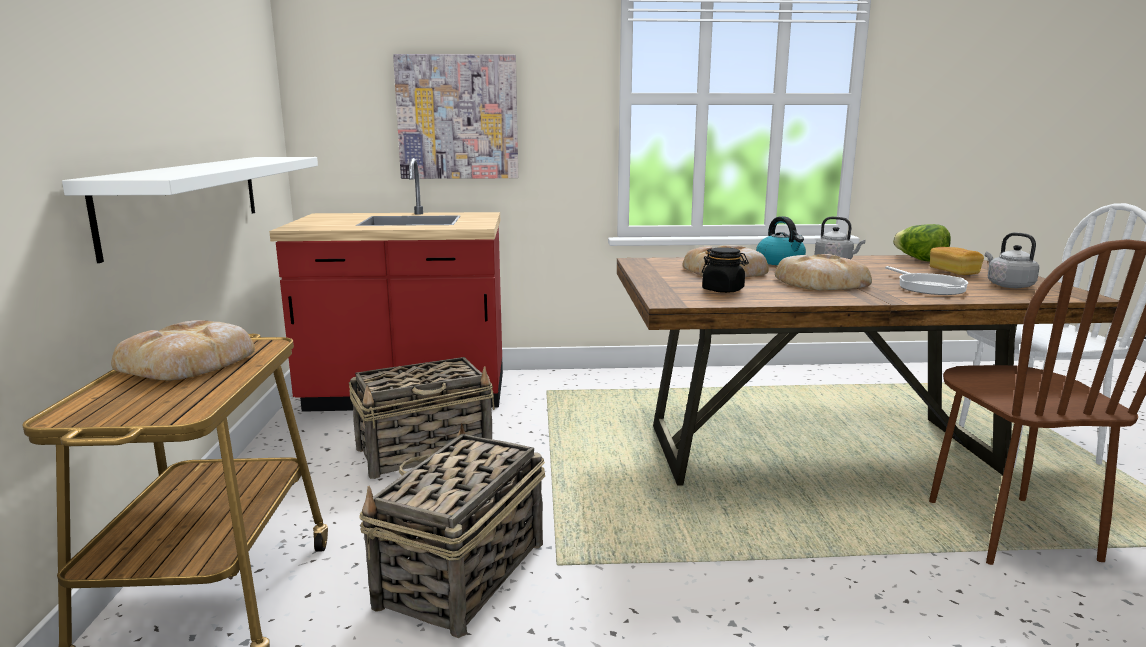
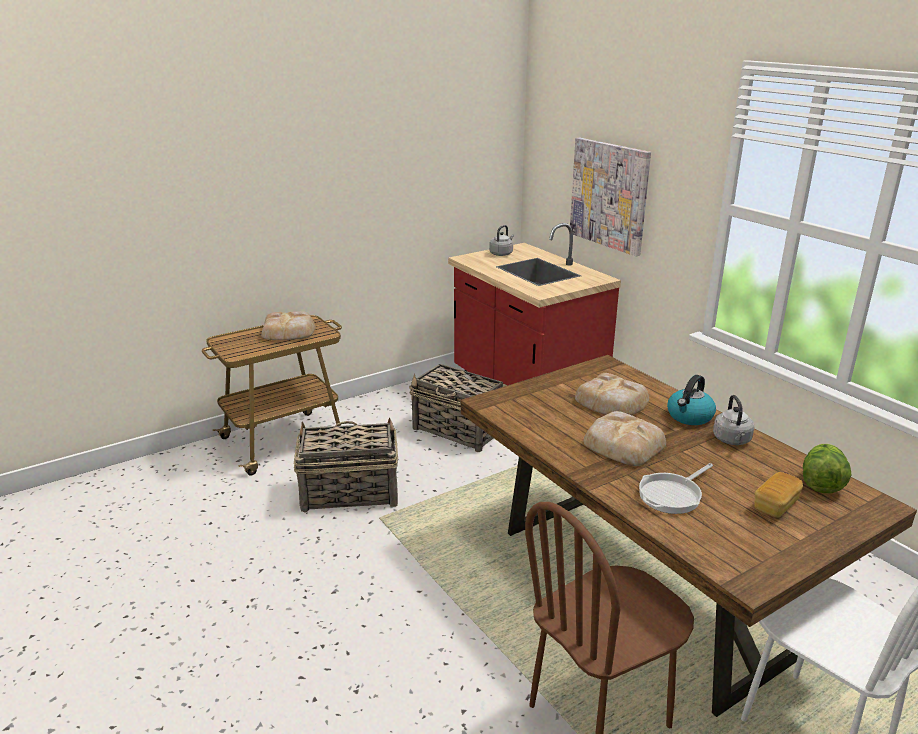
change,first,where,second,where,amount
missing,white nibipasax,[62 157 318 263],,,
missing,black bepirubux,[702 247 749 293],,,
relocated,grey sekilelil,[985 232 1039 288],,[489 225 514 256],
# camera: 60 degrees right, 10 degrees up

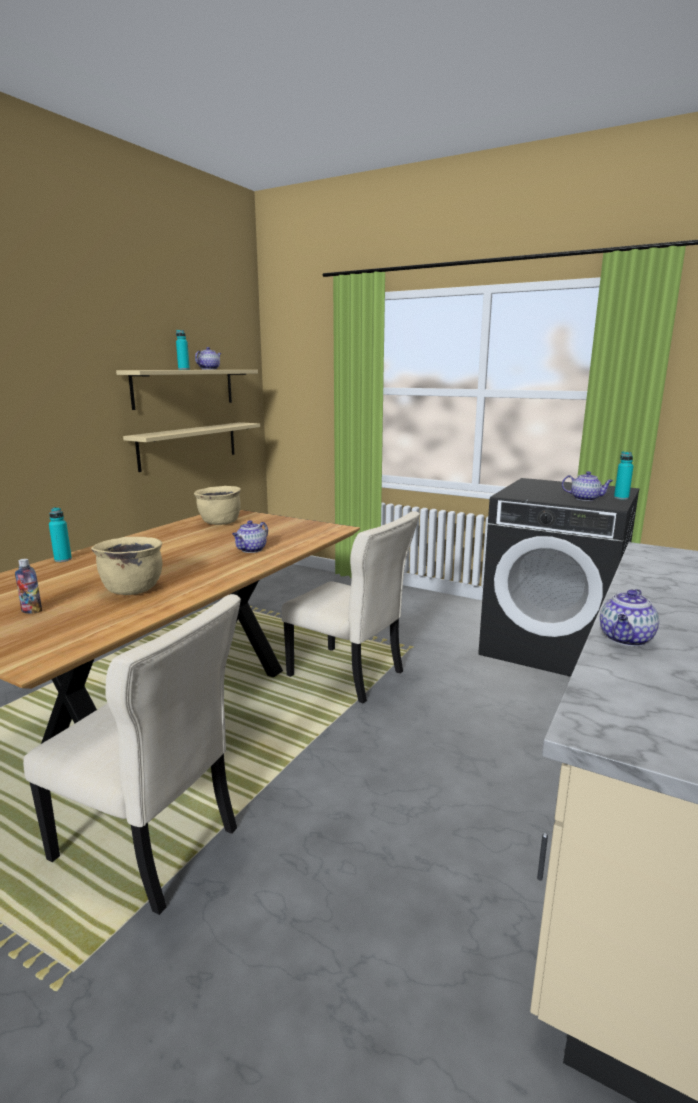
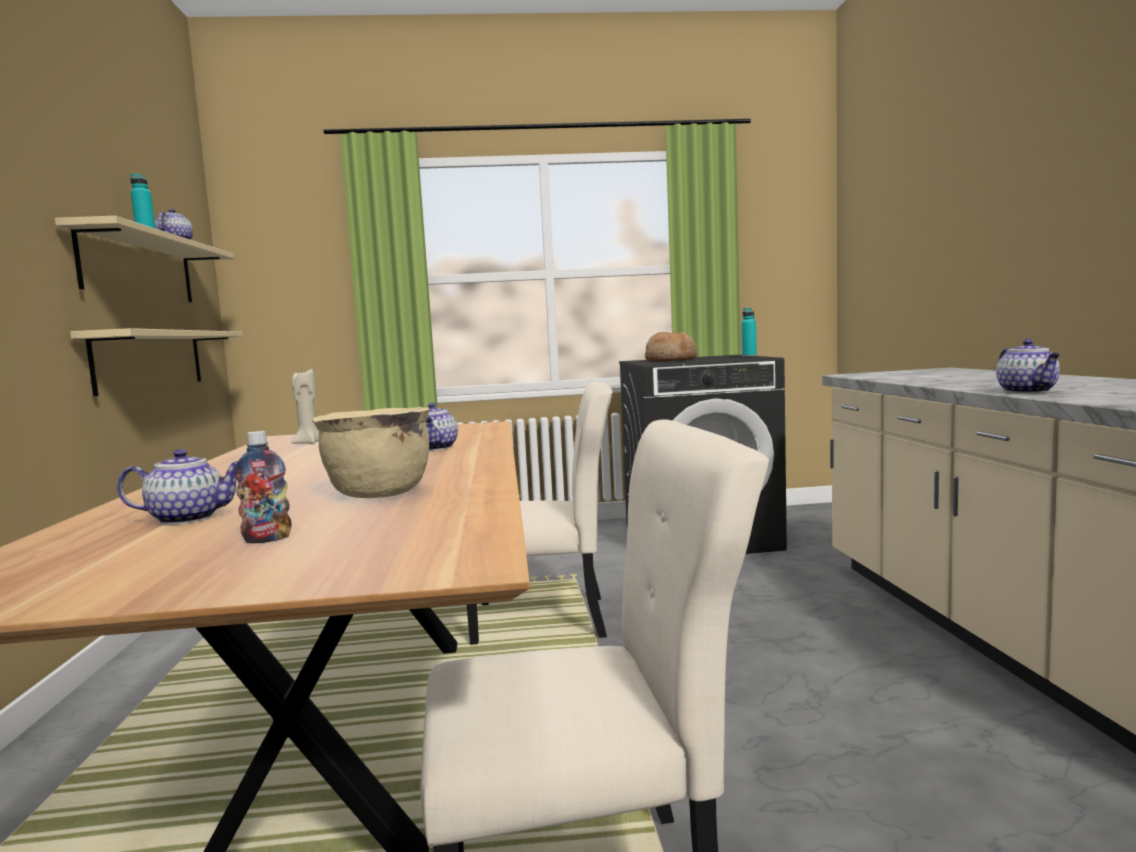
change,first,where,second,where,amount
missing,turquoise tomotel,[49 507 72 562],,,
appeared,,,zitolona,[645 332 698 362],
relocated,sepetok,[562 471 613 501],,[117 449 237 525],
exchanged,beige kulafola,[194 486 241 525],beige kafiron,[291 368 319 444],
# camera: 35 degrees left, 10 degrees down

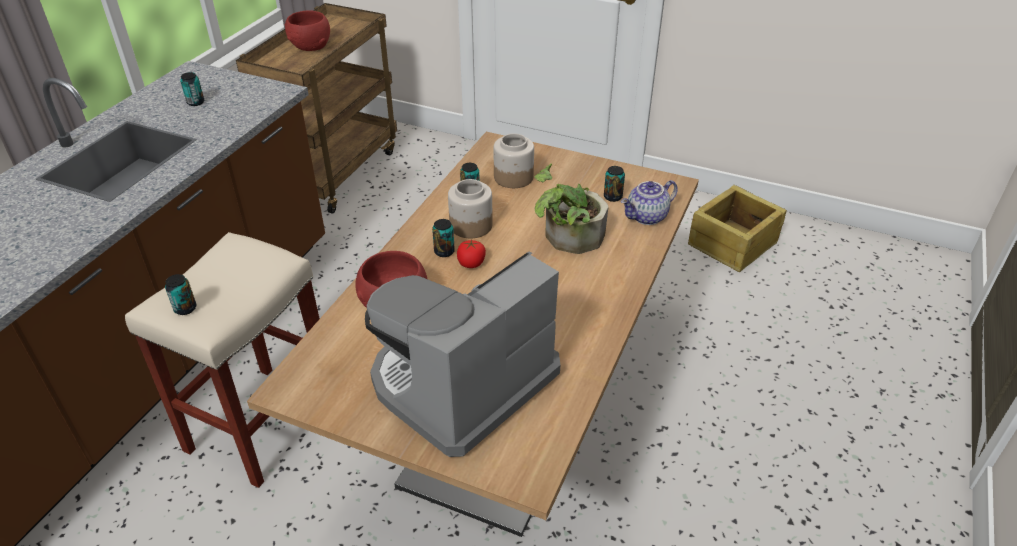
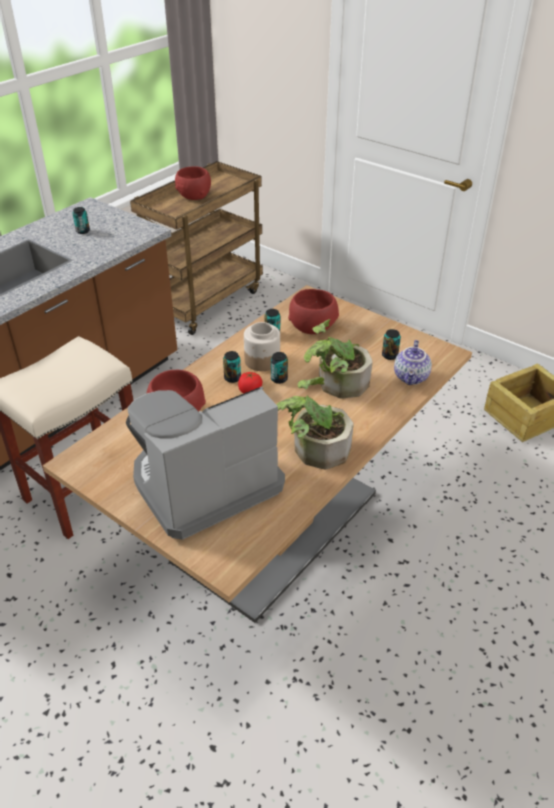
change,first,where,second,where,amount
appeared,,,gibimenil,[276 377 354 469],
relocated,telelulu,[165 274 196 315],,[271 352 288 384],
exchanged,bepirubux,[494 133 534 188],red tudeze,[288 289 339 334],
spun,sepetok,[621 180 678 225],,[394 340 432 385],60 degrees counterclockwise
# camera: 15 degrees right, 0 degrees up

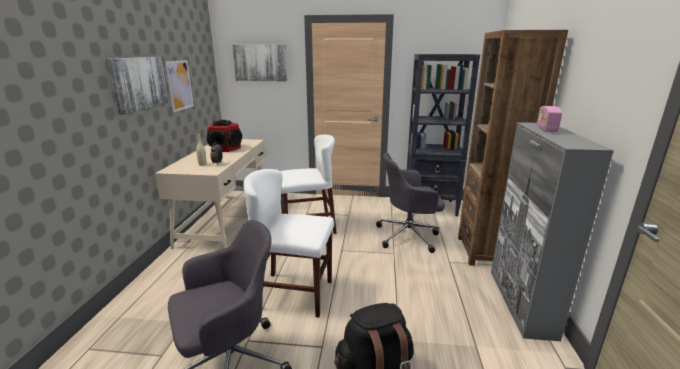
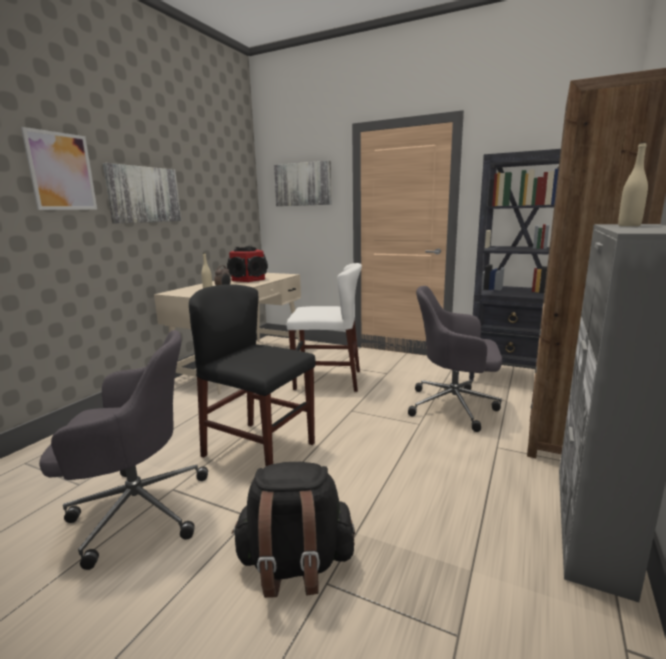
change,first,where,second,where,amount
relocated,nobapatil,[165 60 194 112],,[21 127 97 210],
exchanged,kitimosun,[537 106 562 133],beige tomotel,[618 142 648 226],
colour,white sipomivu,[243 169 334 318],black sipomivu,[189 284 316 466],
# camera: 20 degrees right, 5 degrees down

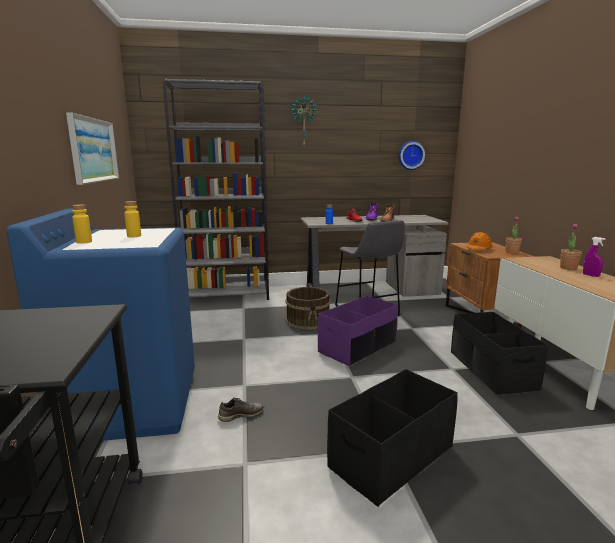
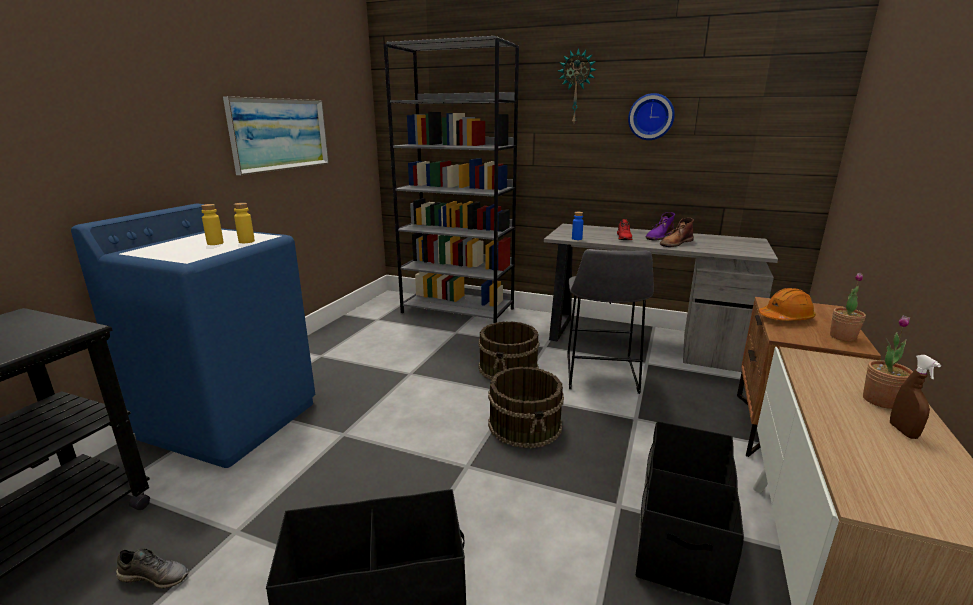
change,first,where,second,where,amount
relocated,yellow tomotel,[72 204 92 244],,[234 203 255 243],
relocated,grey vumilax,[218 397 264 422],,[116 548 189 588],
relocated,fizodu,[398 141 425 170],,[628 93 675 140],
exchanged,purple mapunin,[318 296 398 366],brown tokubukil,[488 367 564 448],
colour,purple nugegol,[583 237 606 277],brown nugegol,[890 355 941 439],
# camera: 30 degrees right, 5 degrees up

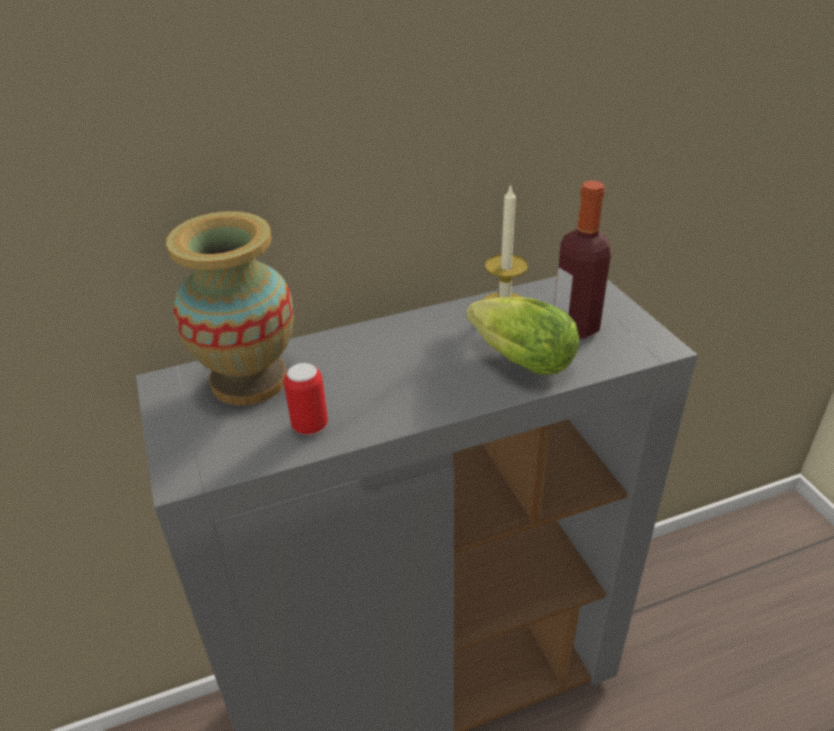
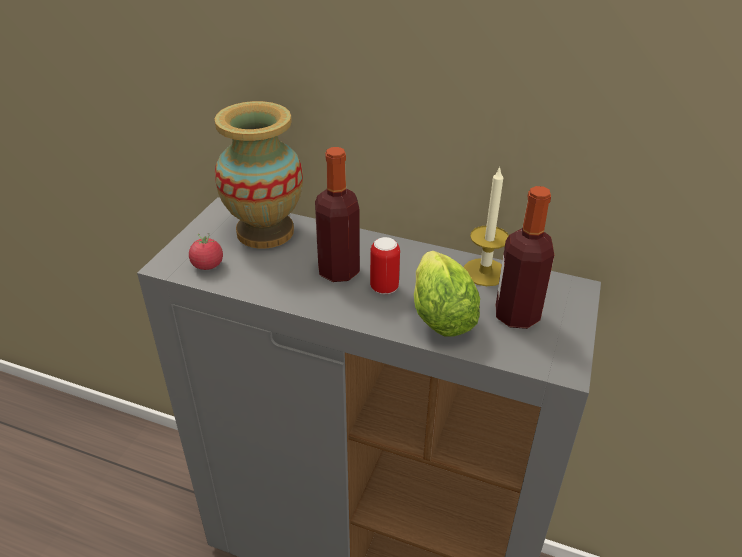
change,first,where,second,where,amount
appeared,,,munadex,[189 234 223 270],
appeared,,,tomotel,[315 147 360 282],
relocated,telelulu,[284 363 328 435],,[370 237 400 294],
# camera: 40 degrees right, 0 degrees up

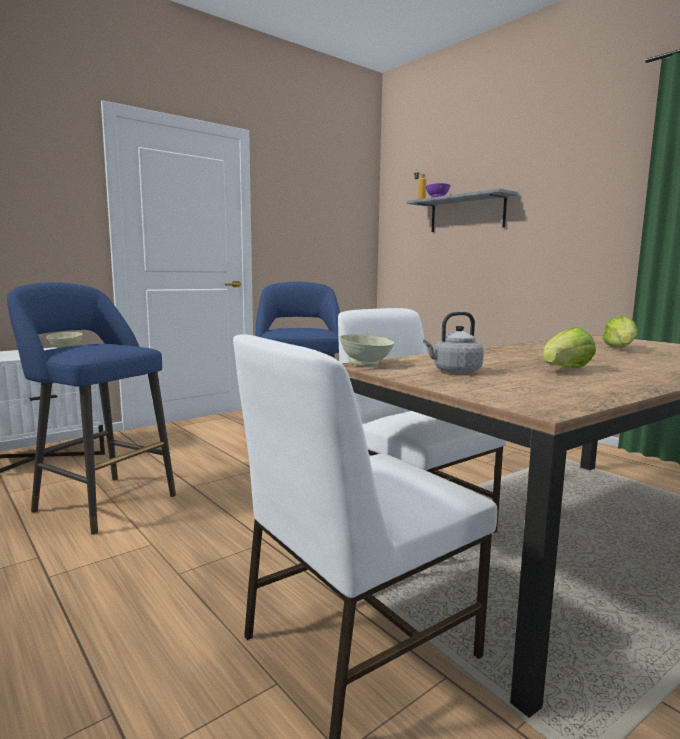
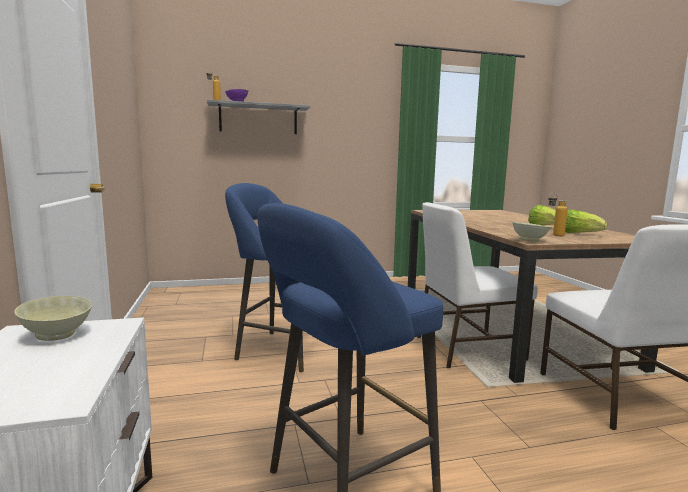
change,first,where,second,where,amount
relocated,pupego,[603 316 638 348],,[565 209 607 233],
exchanged,grey sekilelil,[423 312 484 374],tomotel,[548 193 568 236],
# camera: 65 degrees left, 0 degrees up

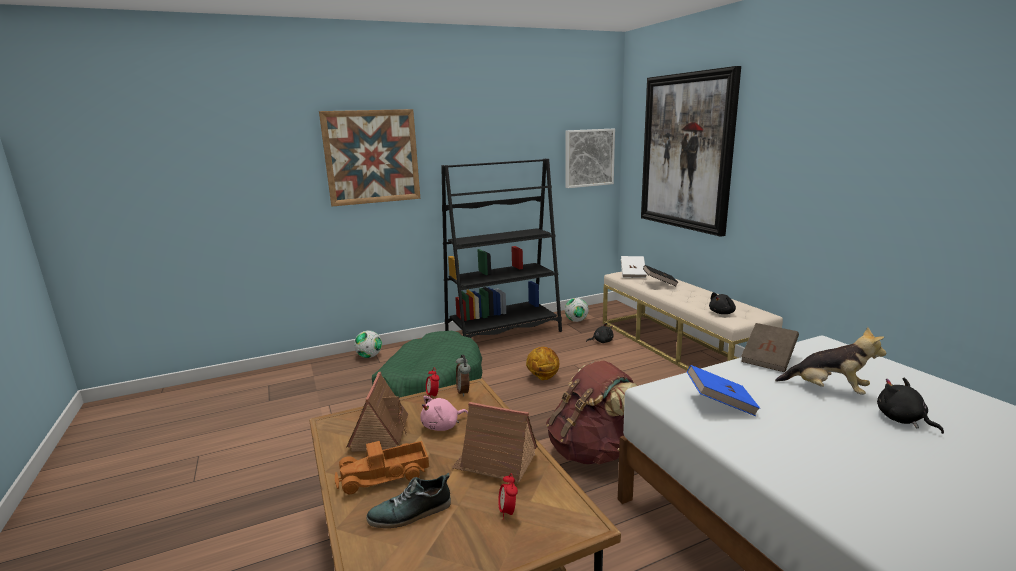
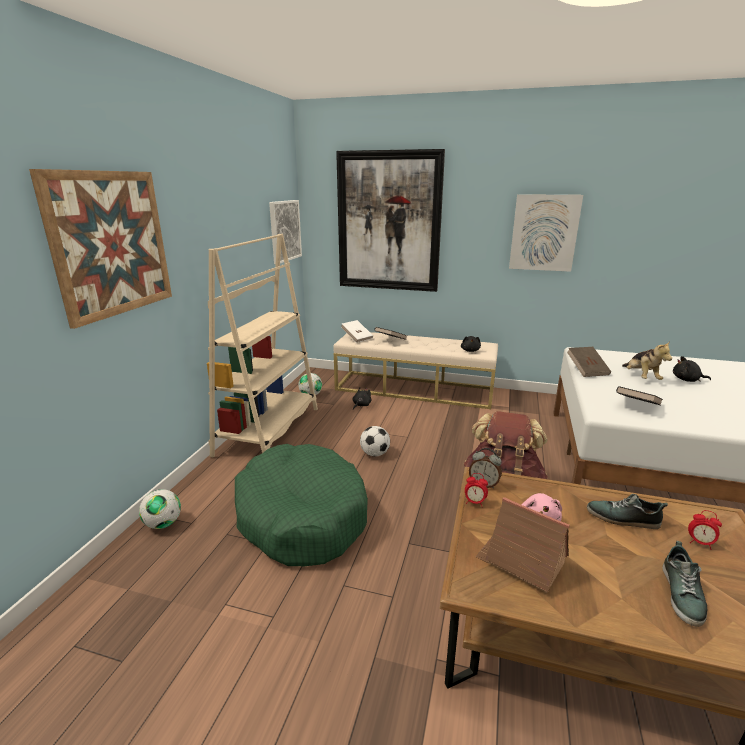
change,first,where,second,where,amount
missing,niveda,[335 441 429 494],,,
appeared,,,nobapatil,[509 194 583 272],
exchanged,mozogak,[452 402 538 484],vumilax,[587 494 668 529],
exchanged,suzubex,[526 347 559 380],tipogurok,[360 426 390 457],
colour,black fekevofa,[441 159 562 338],beige fekevofa,[207 234 318 457],
colour,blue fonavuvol,[687 365 760 416],black fonavuvol,[616 386 663 406],
spun,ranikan,[775 327 886 395],,[622 341 672 380],105 degrees clockwise
# camera: 50 degrees left, 5 degrees up

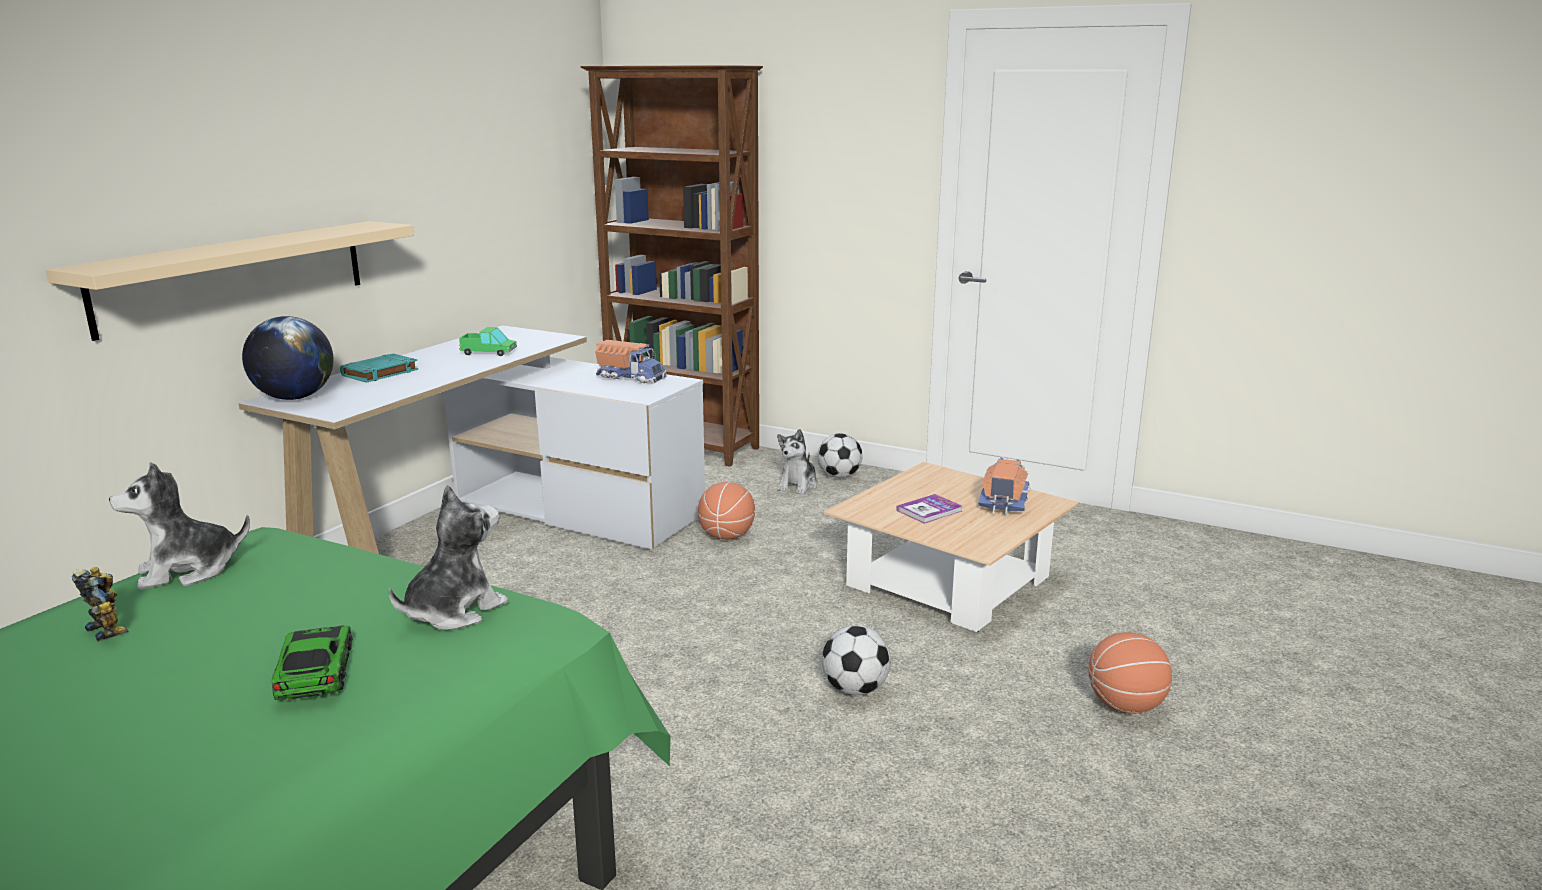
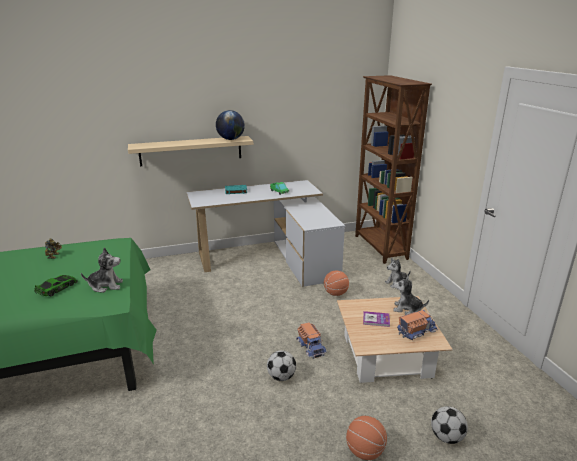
change,first,where,second,where,amount
relocated,ranikan,[109 462 250 590],,[393 276 429 315],
relocated,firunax,[242 316 334 400],,[216 110 245 140],
relocated,niveda,[595 340 667 384],,[296 322 327 359],
relocated,tipogurok,[818 433 862 478],,[431 406 468 444],
# camera: 45 degrees right, 5 degrees up

